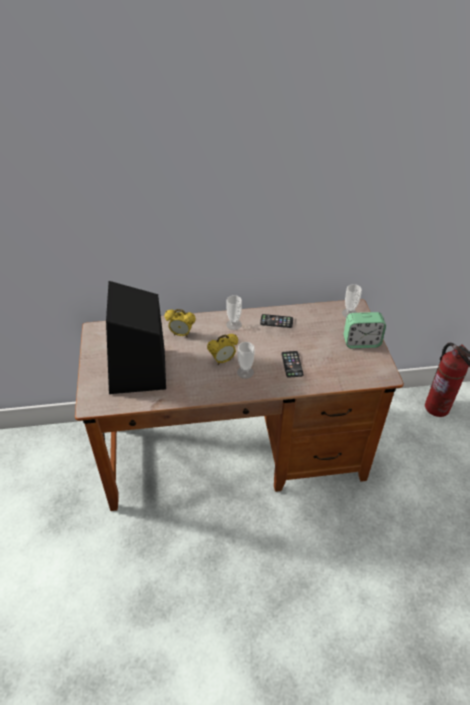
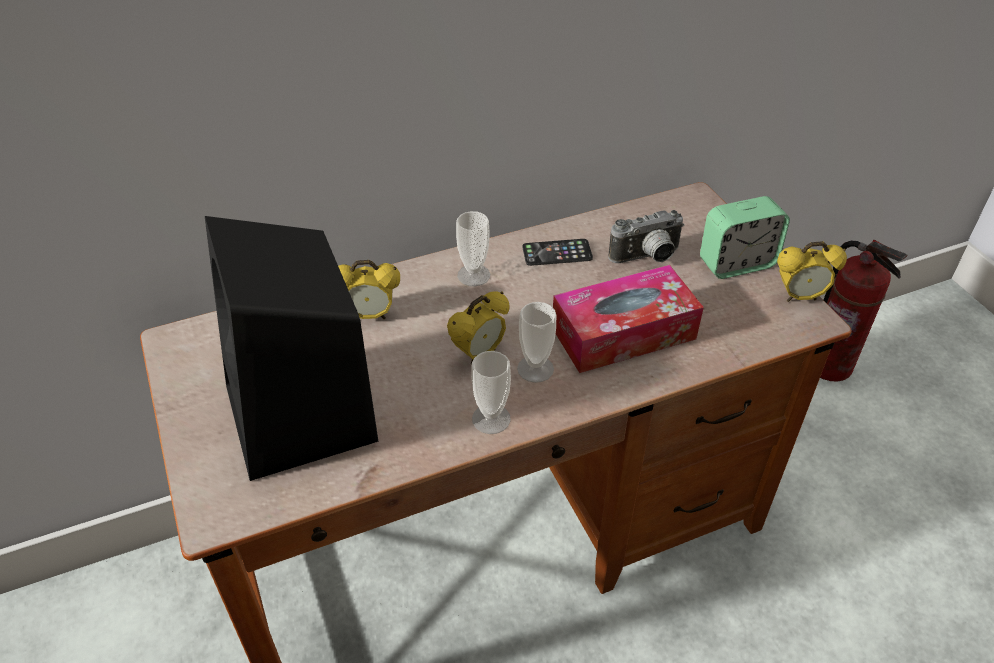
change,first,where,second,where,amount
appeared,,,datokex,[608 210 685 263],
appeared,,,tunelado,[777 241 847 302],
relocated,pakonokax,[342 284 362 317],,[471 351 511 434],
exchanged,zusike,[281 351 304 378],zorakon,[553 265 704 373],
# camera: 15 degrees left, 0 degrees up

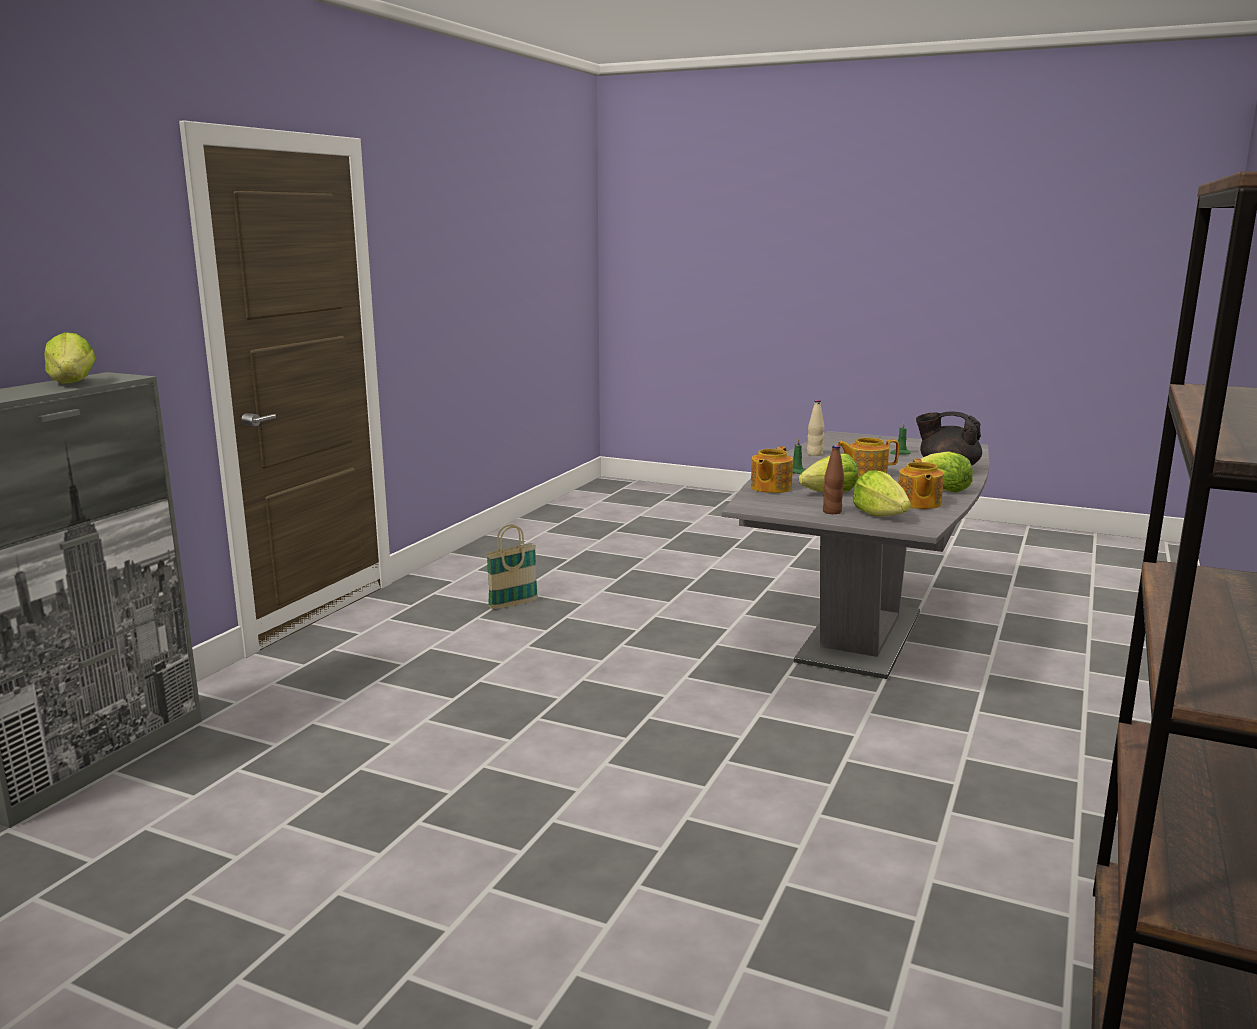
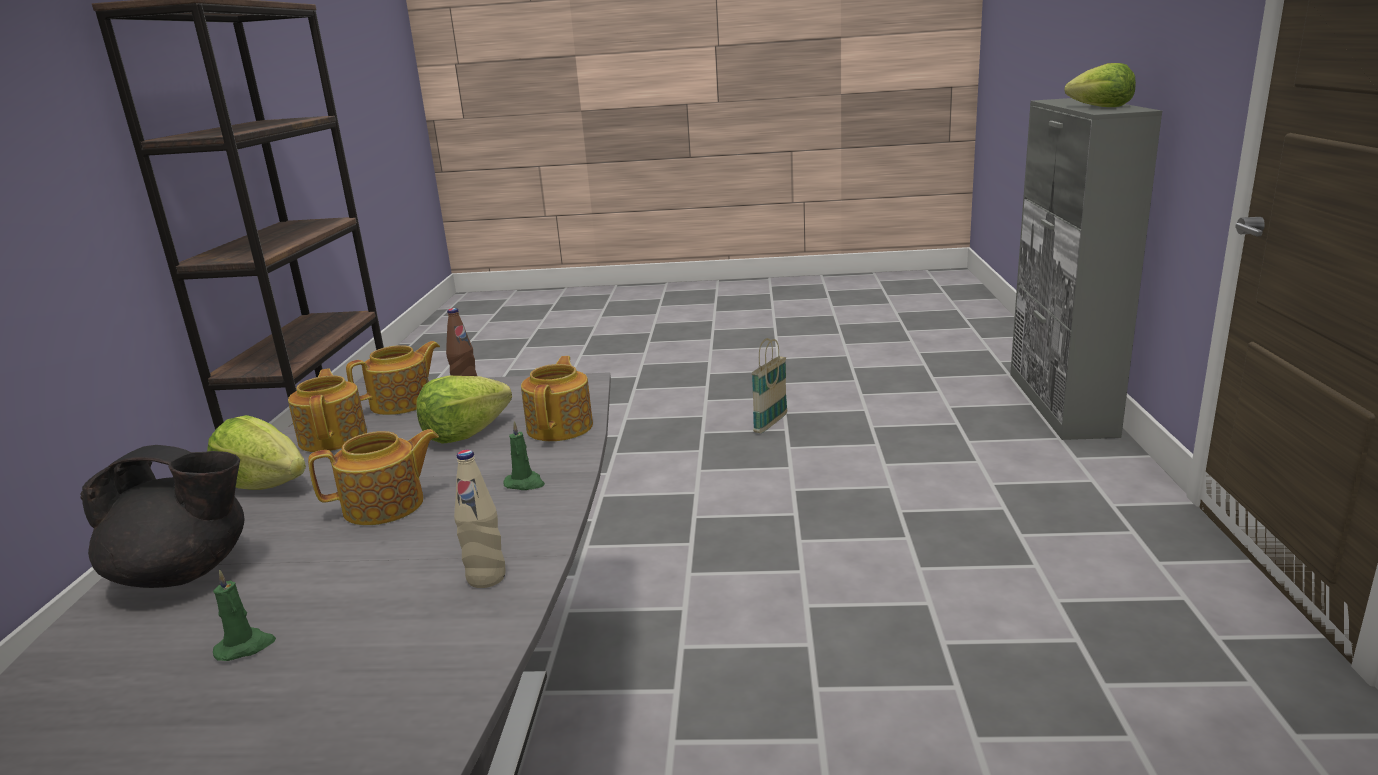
change,first,where,second,where,amount
relocated,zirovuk,[486 524 538 609],,[752 338 787 433],
exchanged,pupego,[852 470 911 516],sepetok,[346 341 440 415],
# camera: 160 degrees right, 5 degrees up

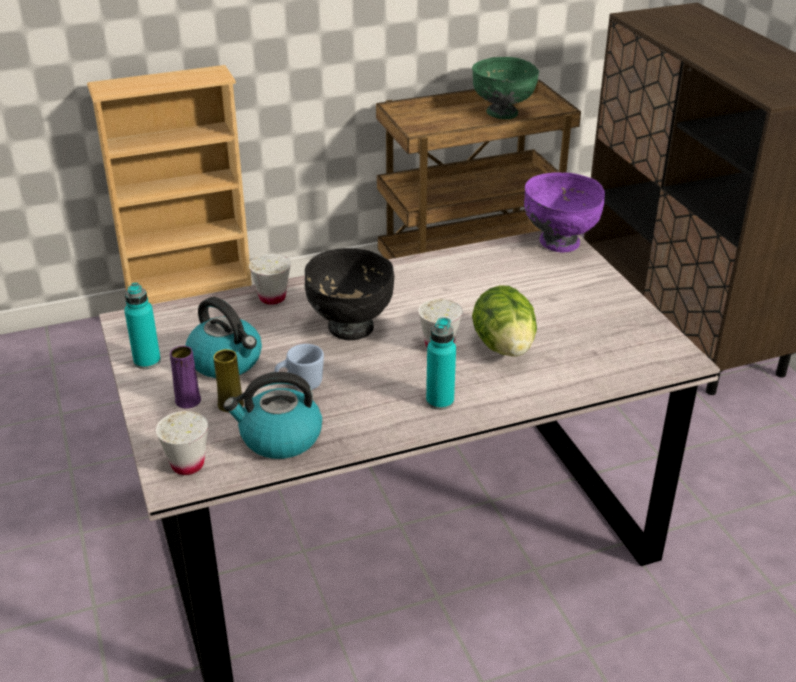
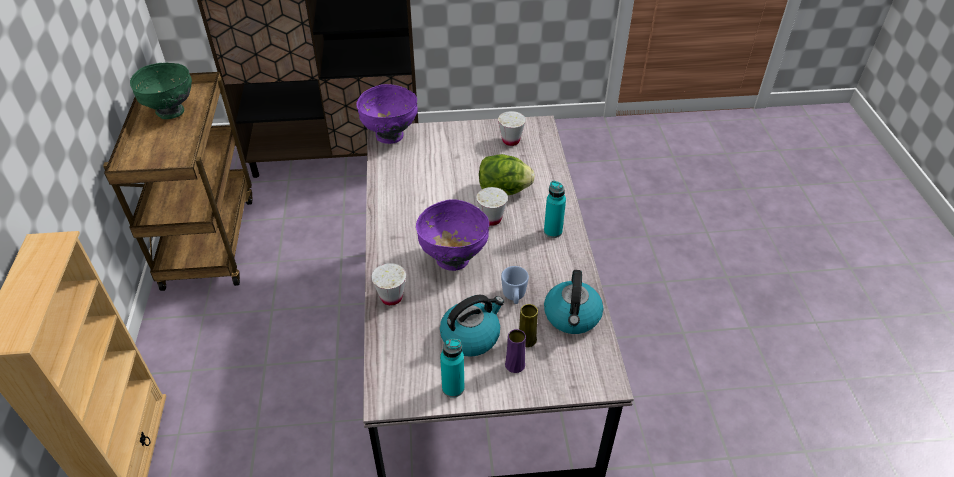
change,first,where,second,where,amount
relocated,white pakonokax,[156 411 208 475],,[498 111 526 146],
colour,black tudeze,[305 248 394 340],purple tudeze,[416 199 489 271],
# camera: 75 degrees left, 10 degrees up

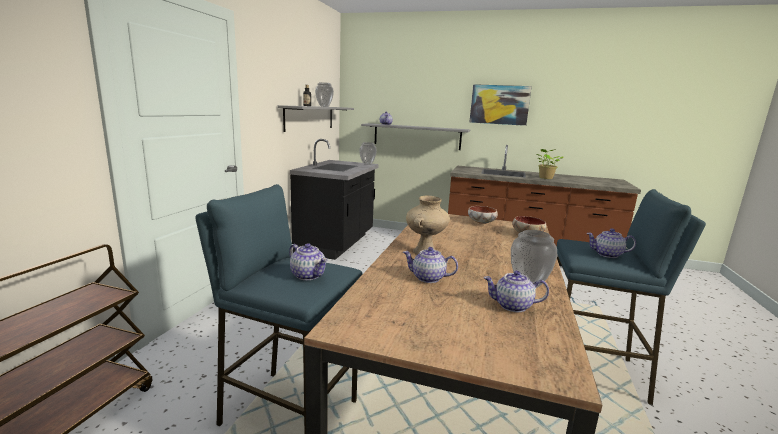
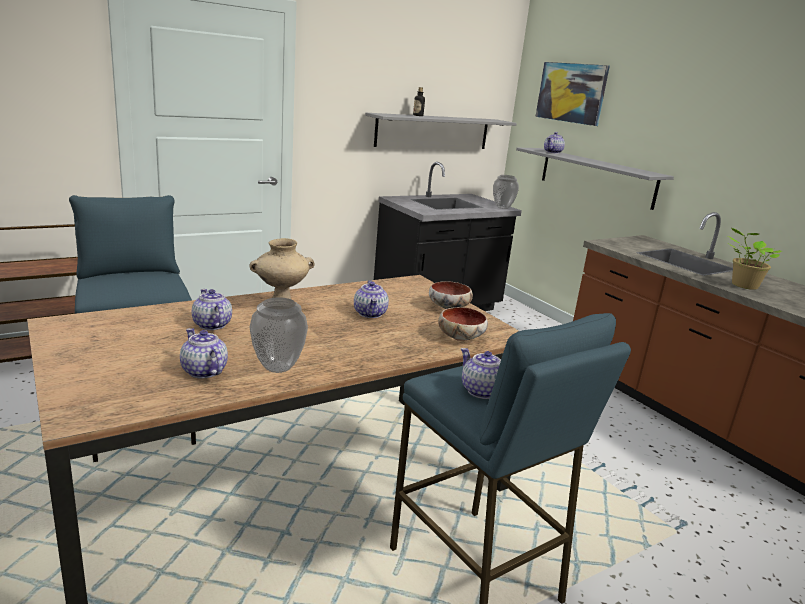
change,first,where,second,where,amount
missing,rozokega,[315 82 334 107],,,
relocated,sepetok,[289 243 328 280],,[354 280 389 318],
relocated,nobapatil,[469 84 532 126],,[536 62 610 126],
# camera: 40 degrees right, 5 degrees up

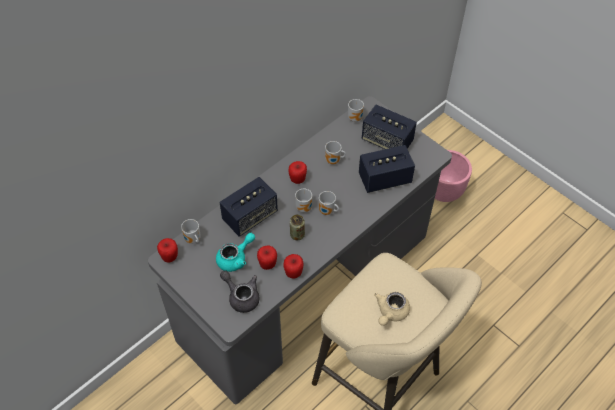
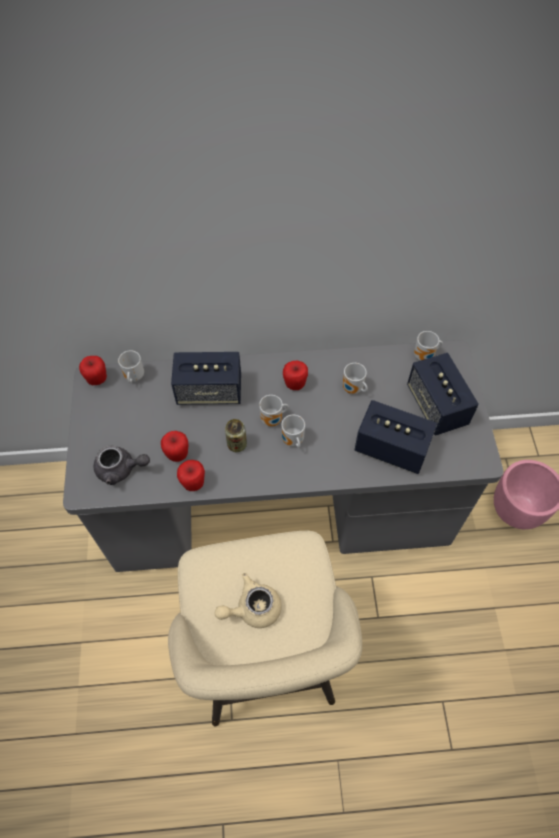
change,first,where,second,where,amount
missing,turquoise sepetok,[216 233 255 272],,,
spun,grey sepetok,[220 271 260 313],,[94 446 150 485],105 degrees clockwise
# camera: 40 degrees right, 5 degrees up

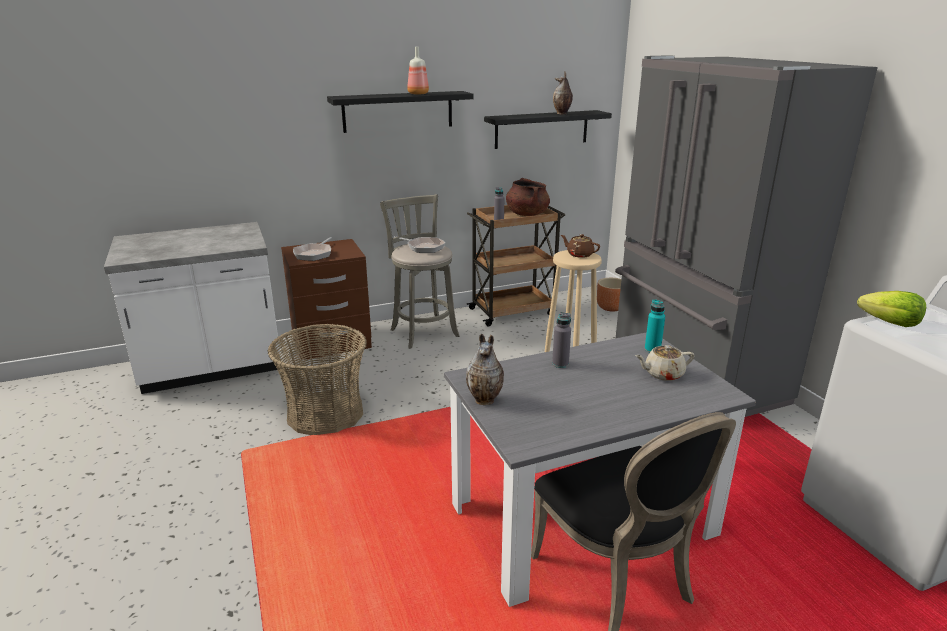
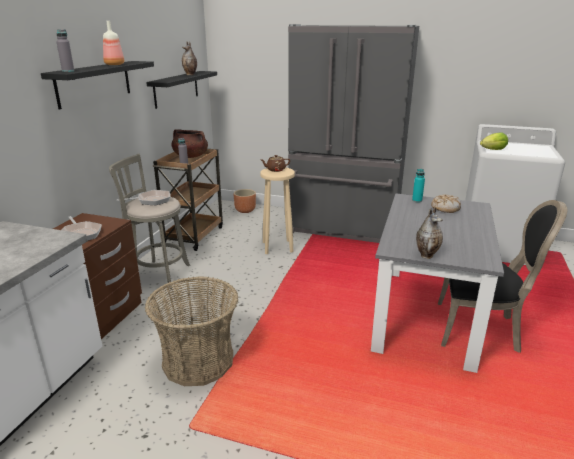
change,first,where,second,where,amount
relocated,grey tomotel,[552 313 571 368],,[57 29 74 72],
exchanged,beige sepetok,[635 345 694 381],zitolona,[431 195 461 213],
# camera: 50 degrees left, 0 degrees up

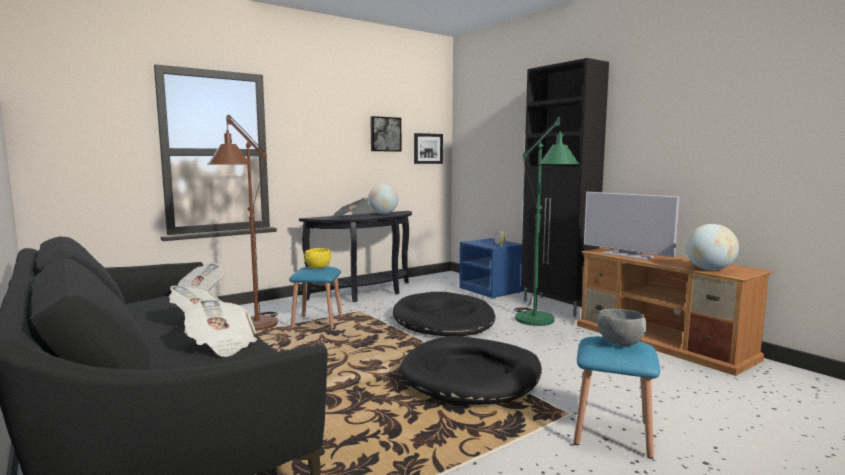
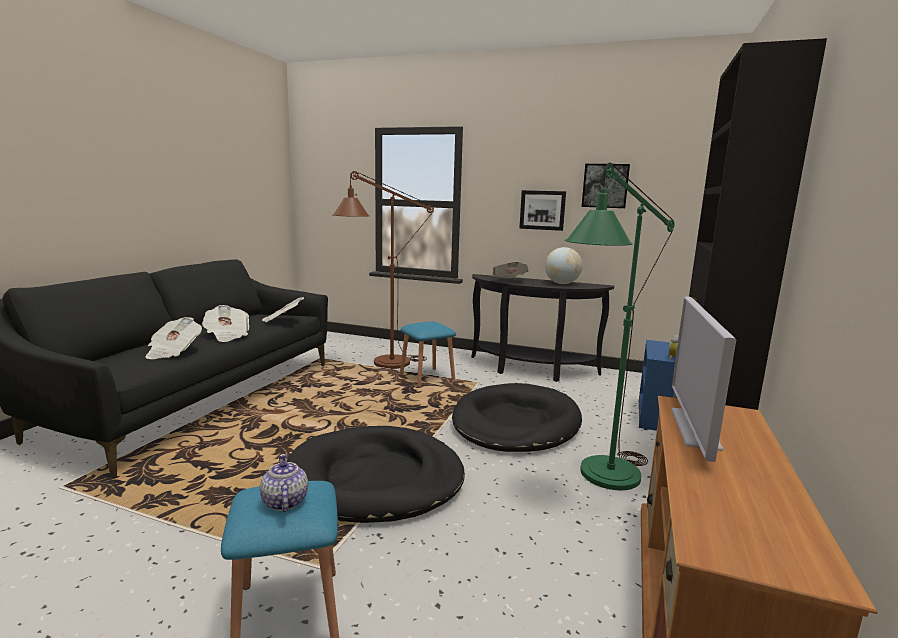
change,first,where,second,where,amount
missing,yellow tudeze,[305 248 331 269],,,
missing,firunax,[686 224 739 270],,,
relocated,nobapatil,[414 133 443 164],,[519 190 566 231],
exchanged,grey tudeze,[597 309 647 346],sepetok,[260 454 308 512],
# camera: 55 degrees right, 5 degrees up

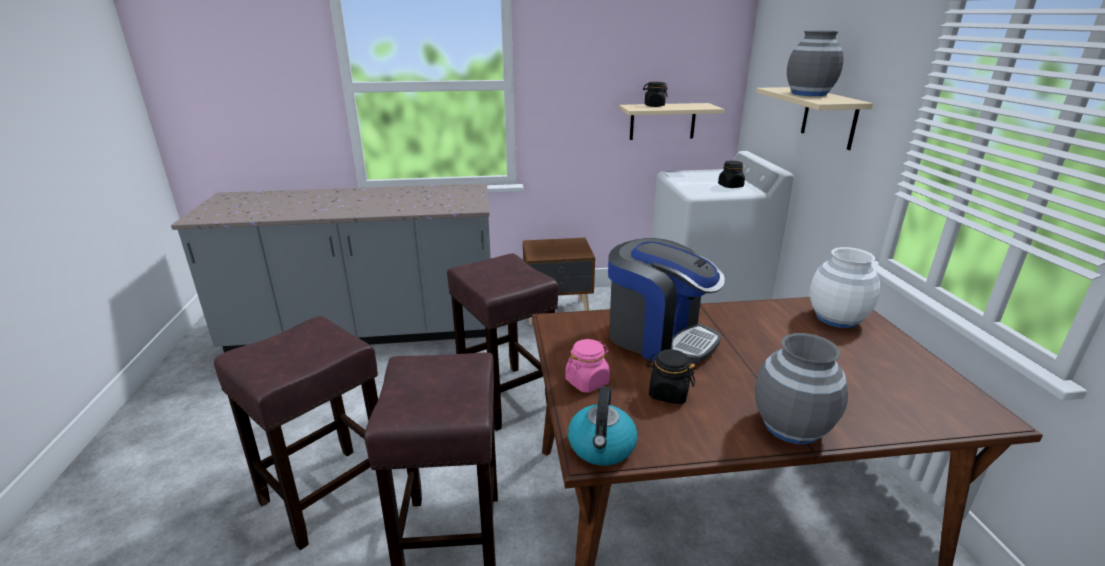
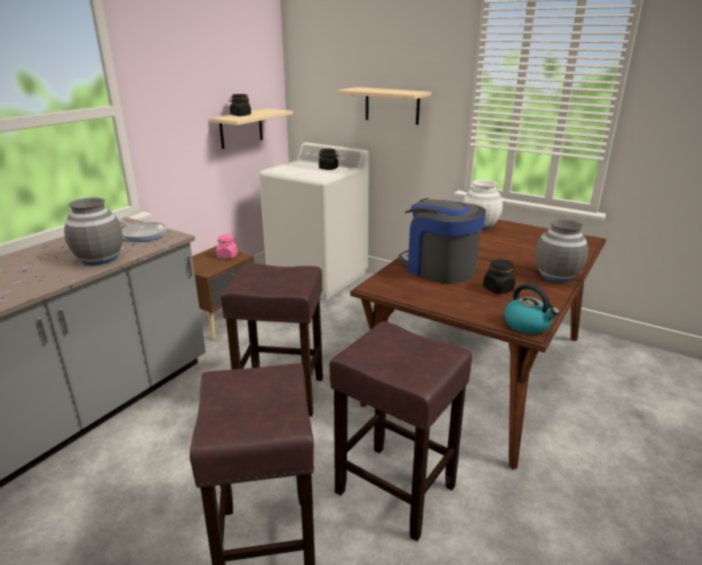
change,first,where,second,where,amount
appeared,,,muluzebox,[118 219 167 242],
relocated,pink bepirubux,[565 339 610 393],,[216 234 238 258],
relocated,grey rozokega,[787 30 843 96],,[64 198 123 265],
spun,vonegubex,[608 238 725 363],,[398 198 486 284],120 degrees counterclockwise
# camera: 50 degrees left, 0 degrees up

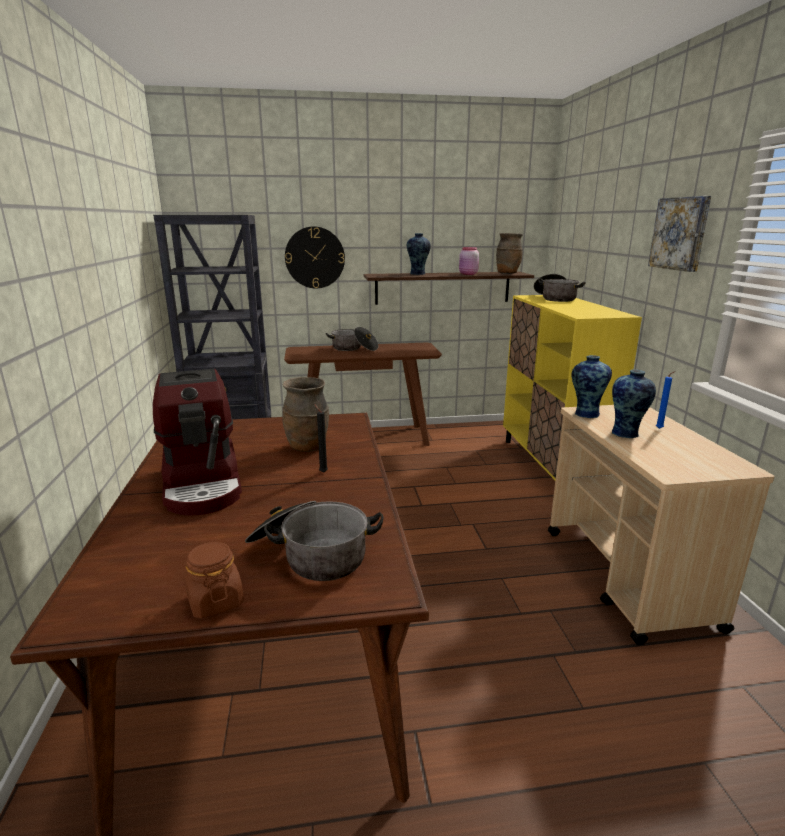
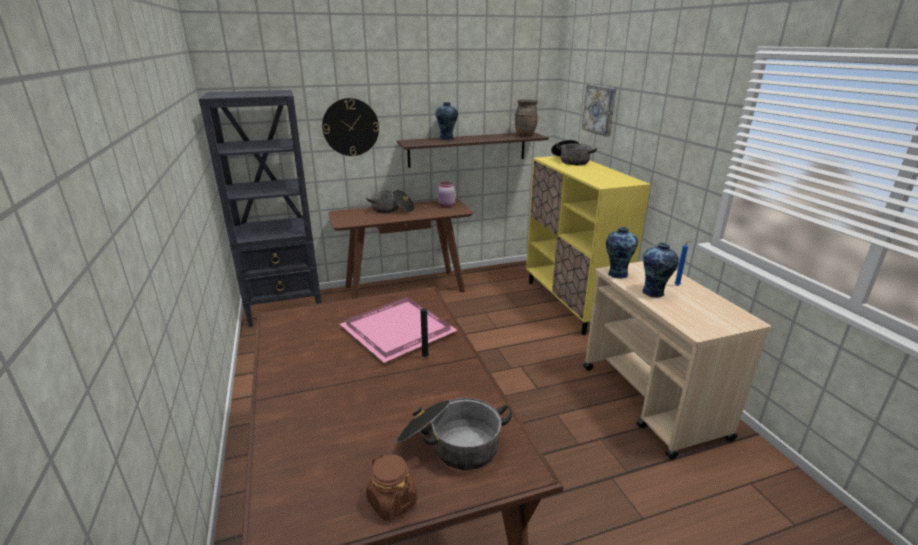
change,first,where,second,where,amount
missing,vonegubex,[153 369 242 515],,,
relocated,pink bepirubux,[459 247 479 275],,[438 182 455 207],
relocated,nobapatil,[648 196 711 272],,[582 84 616 137],
exchanged,brown rozokega,[282 377 329 452],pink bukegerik,[340 297 457 363],
# camera: 10 degrees left, 5 degrees up

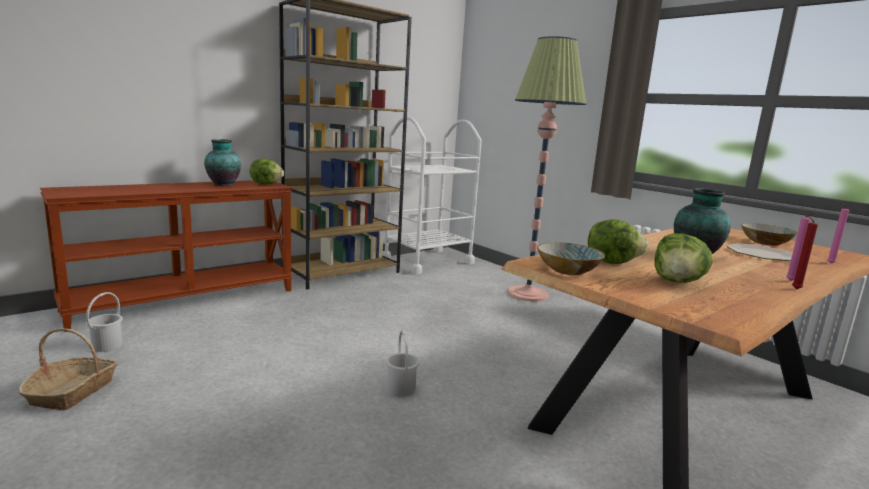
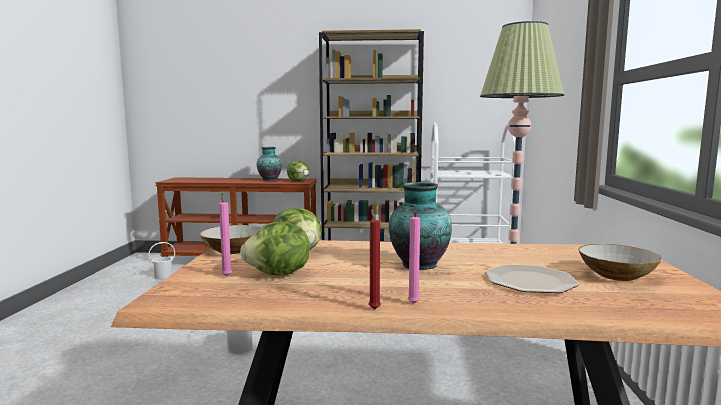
change,first,where,second,where,amount
missing,zirovuk,[18 328 118 411],,,
relocated,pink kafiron,[827 202 849 263],,[219 194 232 276],
# camera: 45 degrees right, 5 degrees down

